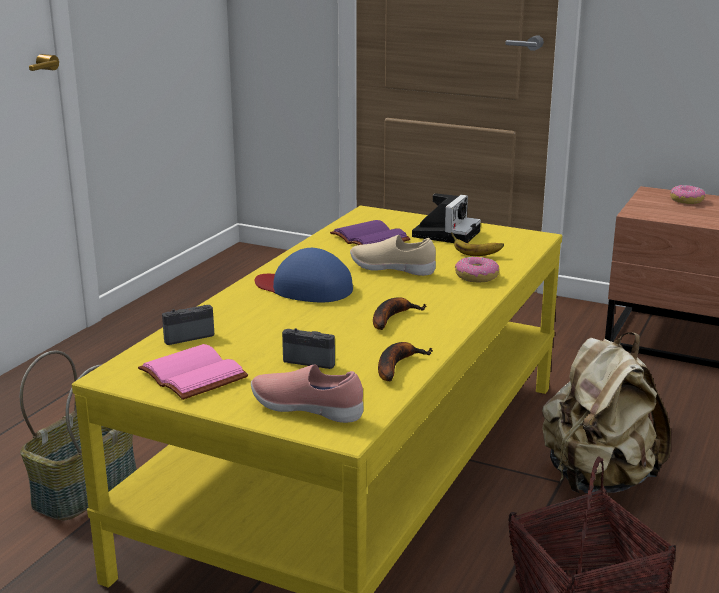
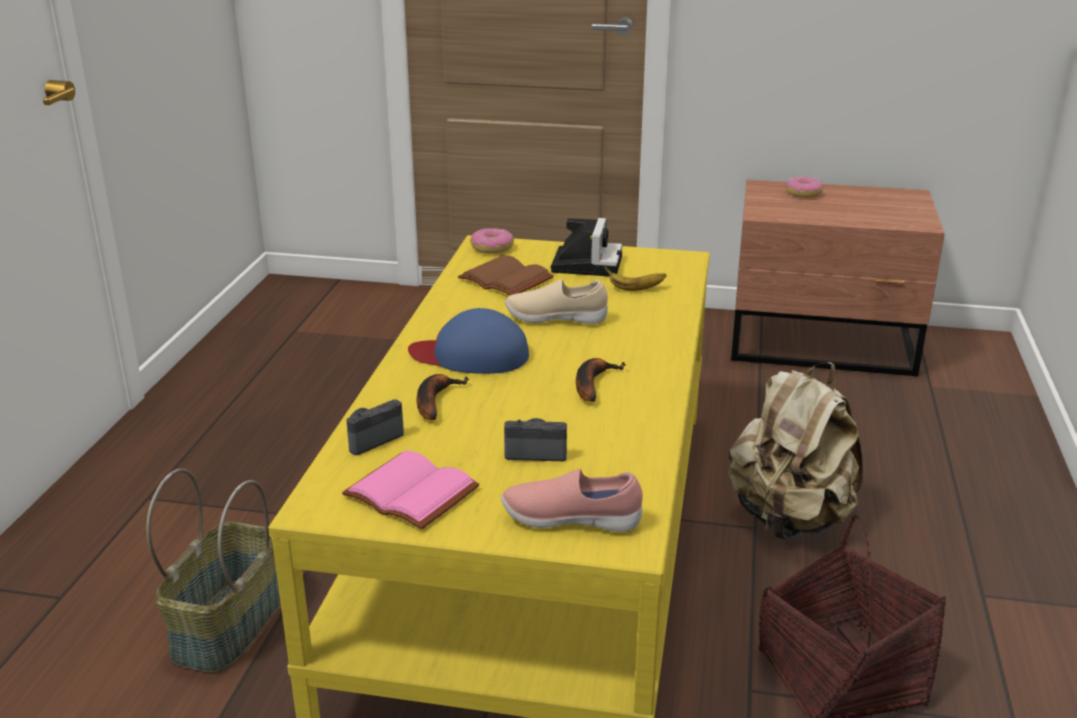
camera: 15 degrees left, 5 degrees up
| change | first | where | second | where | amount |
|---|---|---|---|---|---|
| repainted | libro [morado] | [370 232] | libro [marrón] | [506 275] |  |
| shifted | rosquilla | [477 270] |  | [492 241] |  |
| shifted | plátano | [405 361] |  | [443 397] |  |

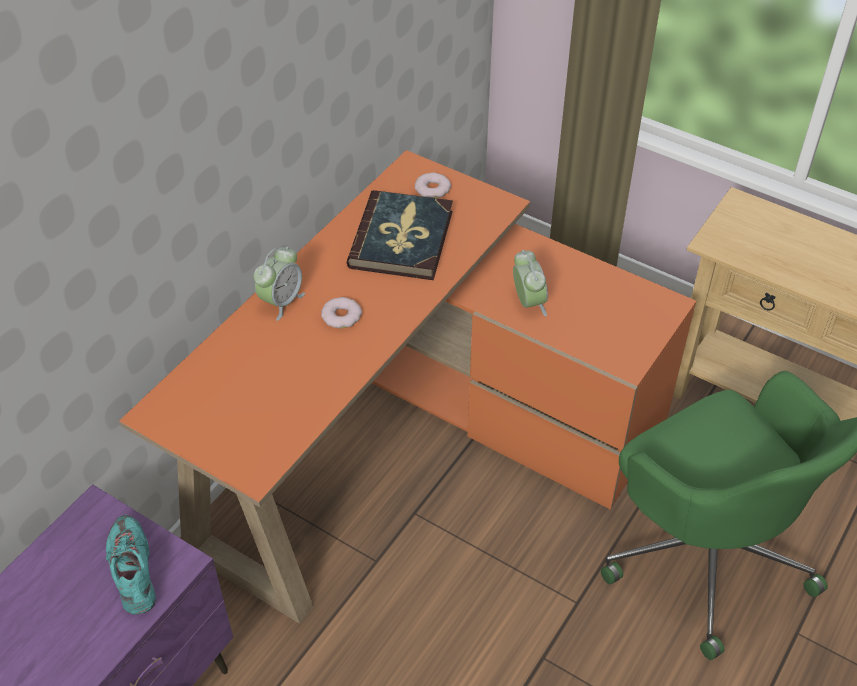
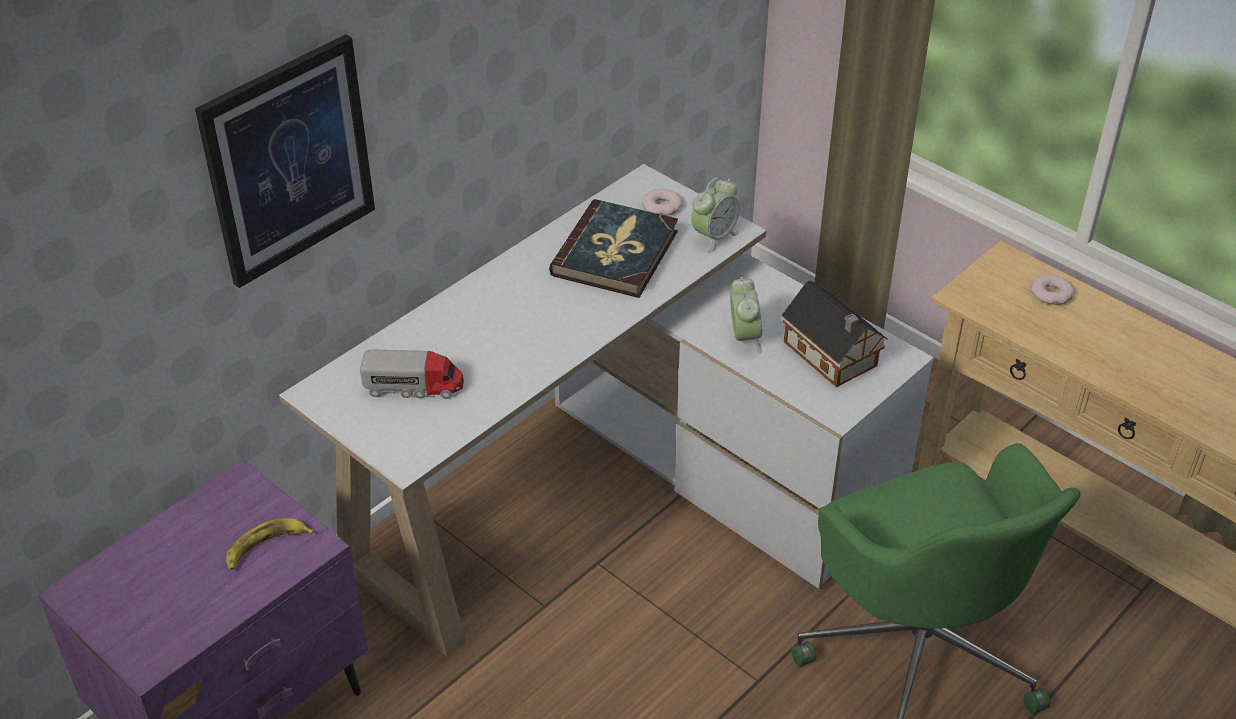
camera: 10 degrees right, 5 degrees down
| change | first | where | second | where | amount |
|---|---|---|---|---|---|
| repainted | escritorio [naranja] | [407 387] | escritorio [blanco] | [606 410] |  |
| shifted | despertador | [279 283] |  | [715 215] |  |
| shifted | rosquilla | [341 312] |  | [1053 289] |  |
| swapped | zapato [turquesa] | [131 564] | plátano | [270 544] |  |
| new |  |  | cuadro | [285 161] |  |
| new |  |  | casita | [835 333] |  |
| new |  |  | camión de juguete | [412 374] |  |

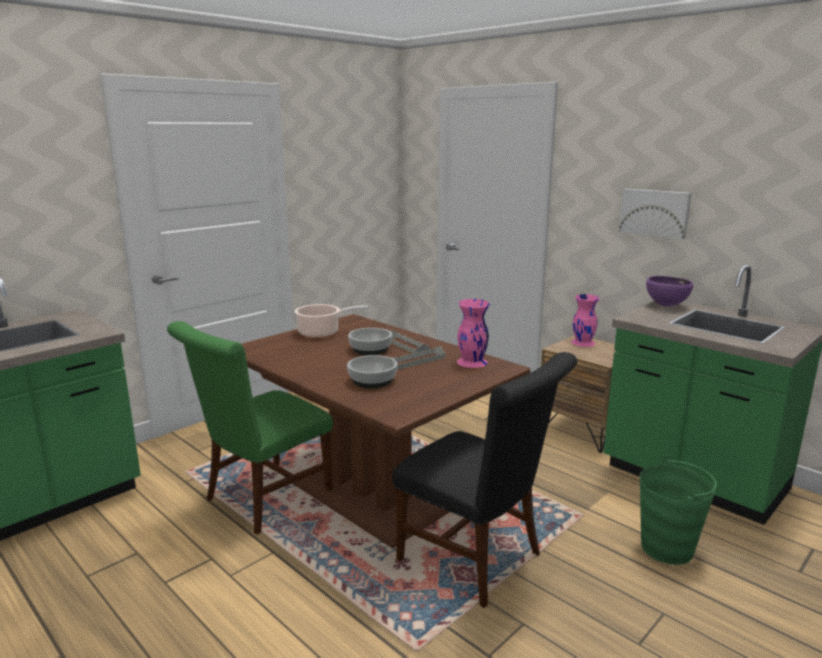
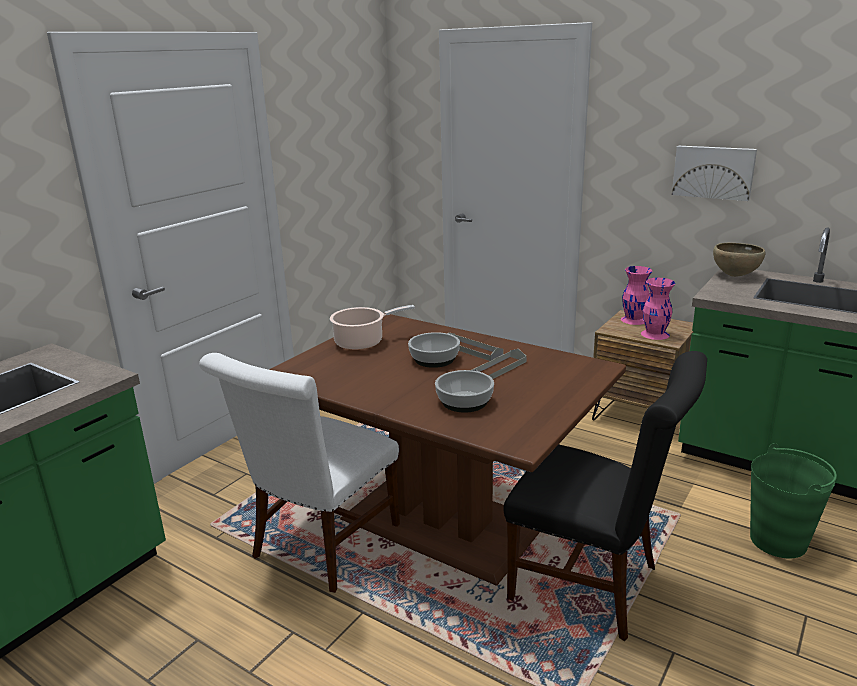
camera: 10 degrees left, 5 degrees up
| change | first | where | second | where | amount |
|---|---|---|---|---|---|
| repainted | cuenco [morado] | [669 291] | cuenco [marrón] | [739 260] |  |
| shifted | florero [rosa] | [473 333] |  | [658 309] |  |
| repainted | silla [verde] | [250 428] | silla [blanco] | [299 473] |  |

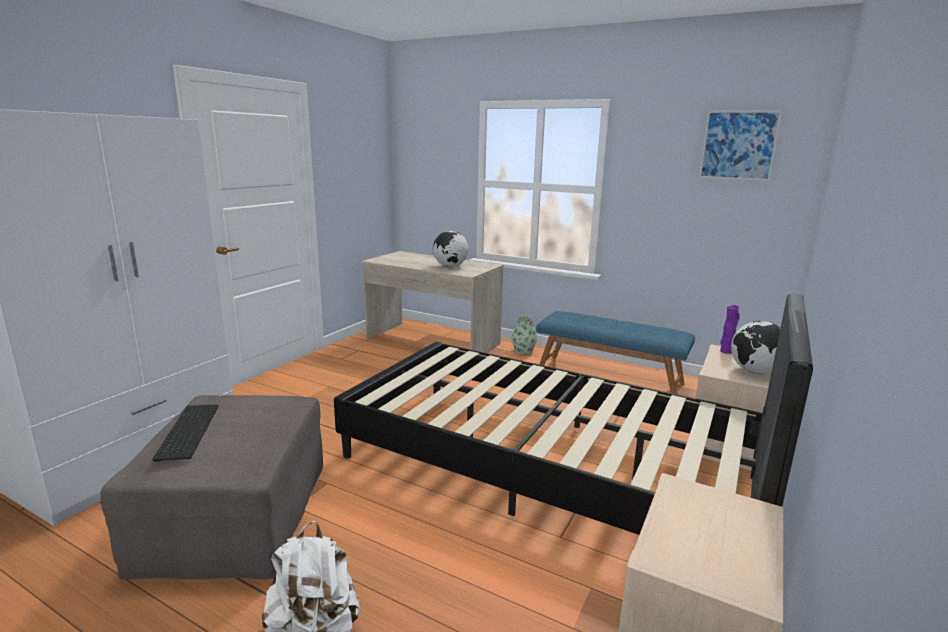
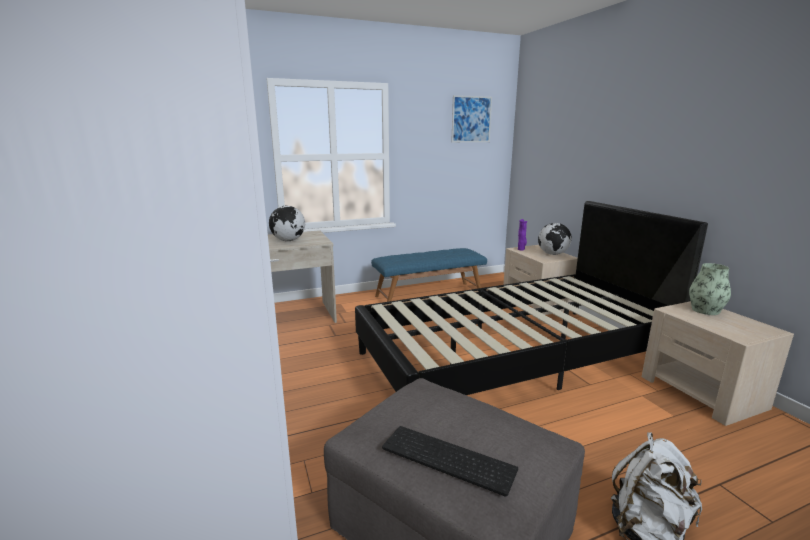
camera: 50 degrees left, 0 degrees up
| change | first | where | second | where | amount |
|---|---|---|---|---|---|
| shifted | florero | [524 335] |  | [710 289] |  |

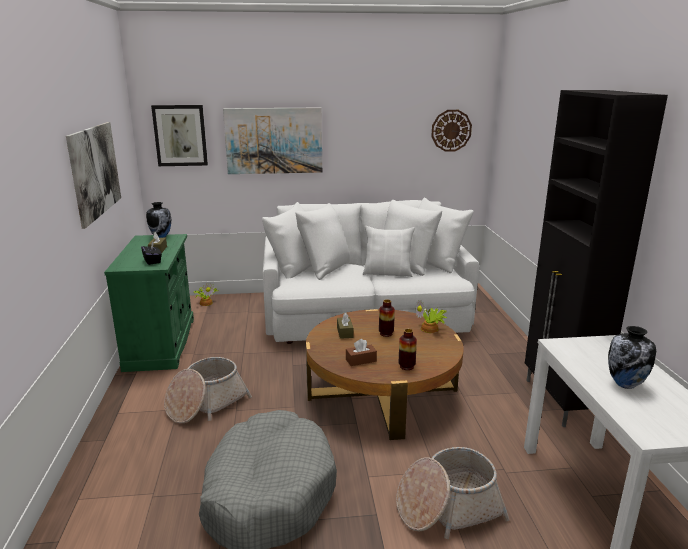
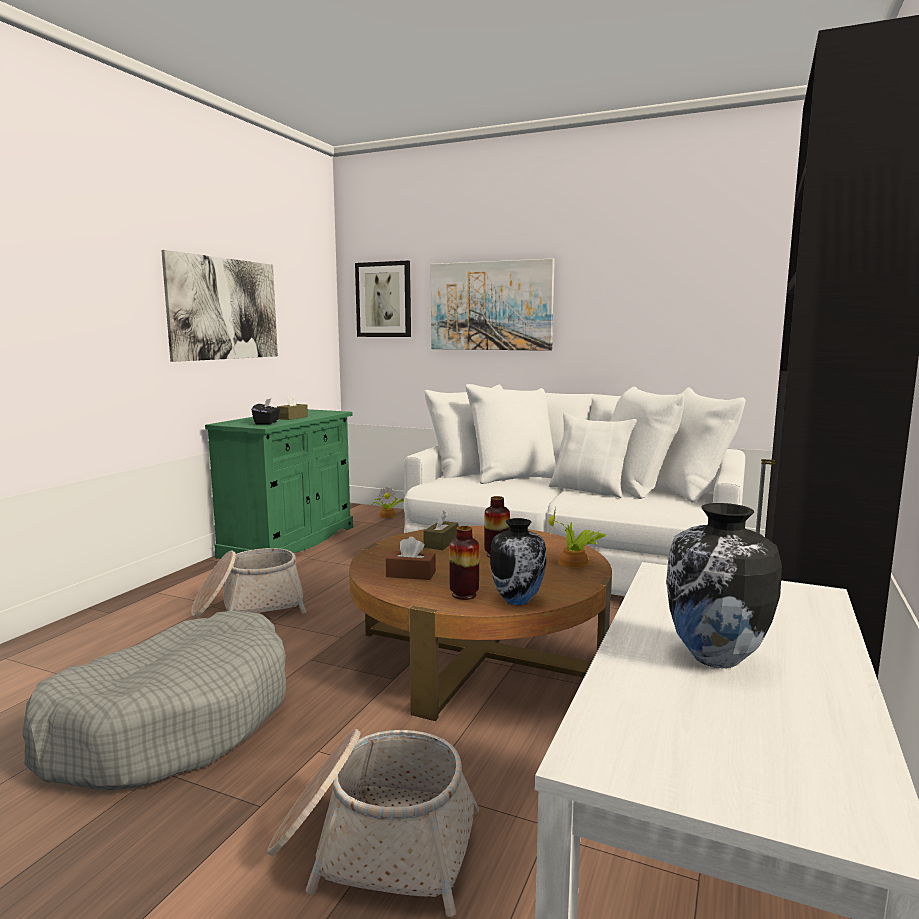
camera: 30 degrees right, 10 degrees down
| change | first | where | second | where | amount |
|---|---|---|---|---|---|
| gone | reloj de pared | [451 131] |  |  |  |
| shifted | florero | [158 220] |  | [518 561] |  |

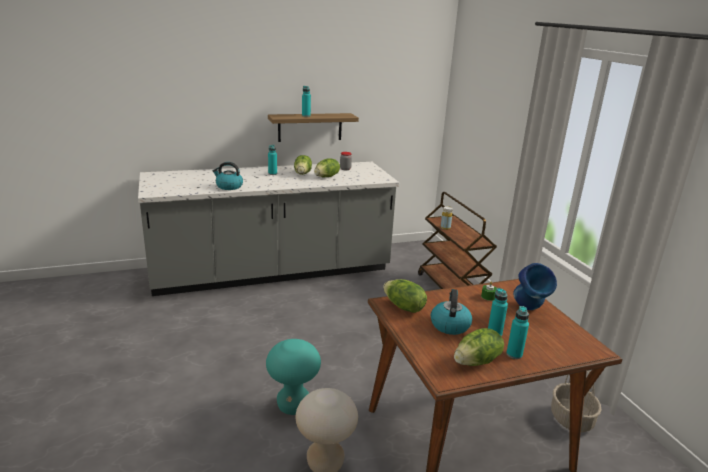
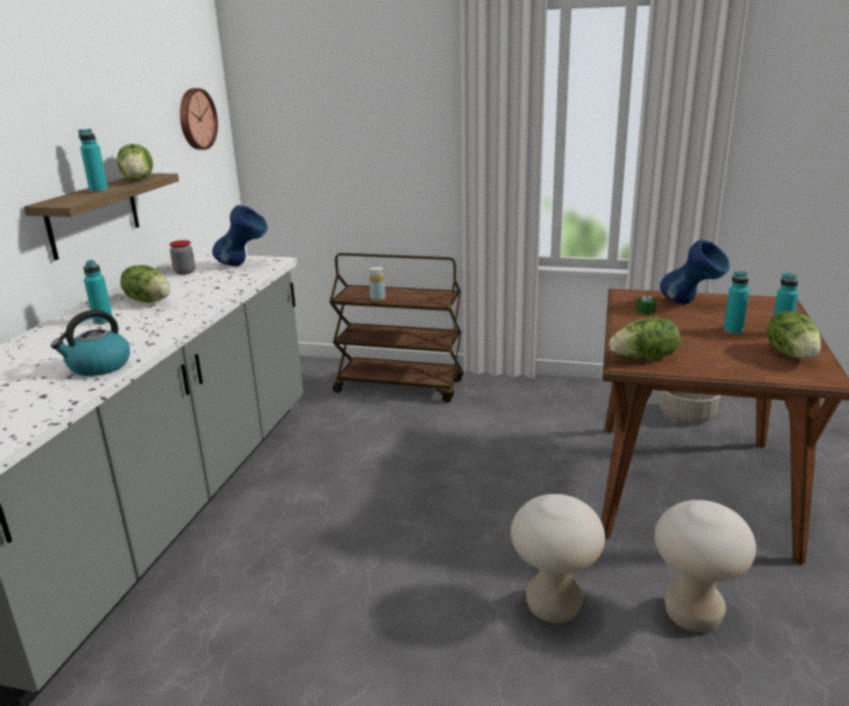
camera: 55 degrees left, 0 degrees up
| change | first | where | second | where | amount |
|---|---|---|---|---|---|
| shifted | lechuga | [327 167] |  | [135 162] |  |
| gone | hervidor | [451 312] |  |  |  |
| repainted | taburete [turquesa] | [293 377] | taburete [beis] | [558 558] |  |
| new |  |  | reloj de pared | [199 119] |  |
| new |  |  | florero [azul] | [240 235] |  |

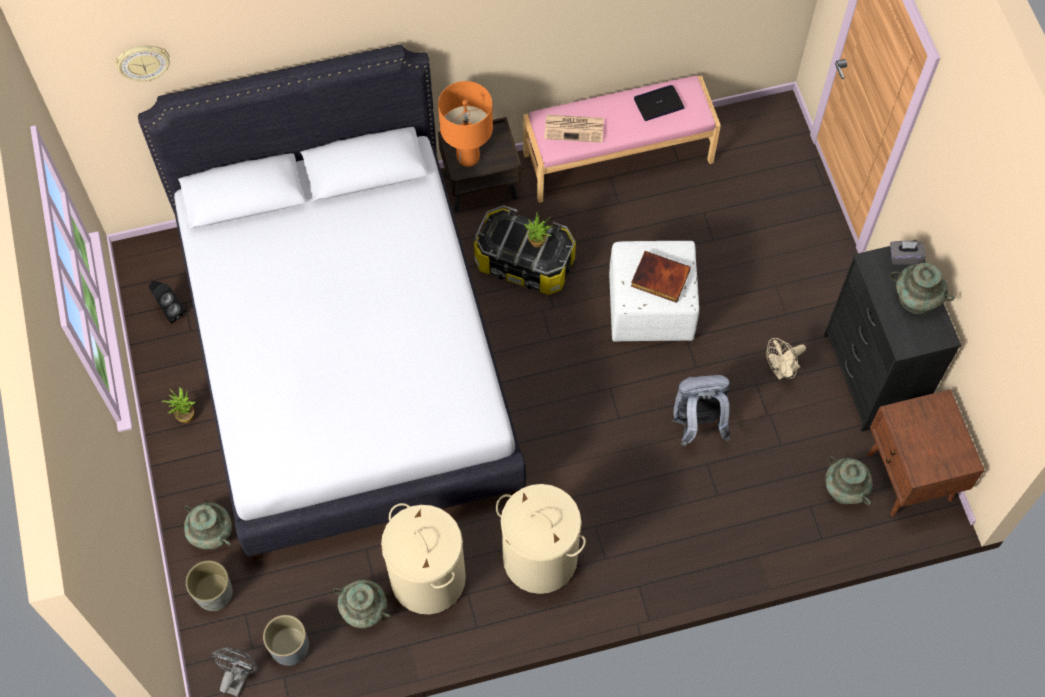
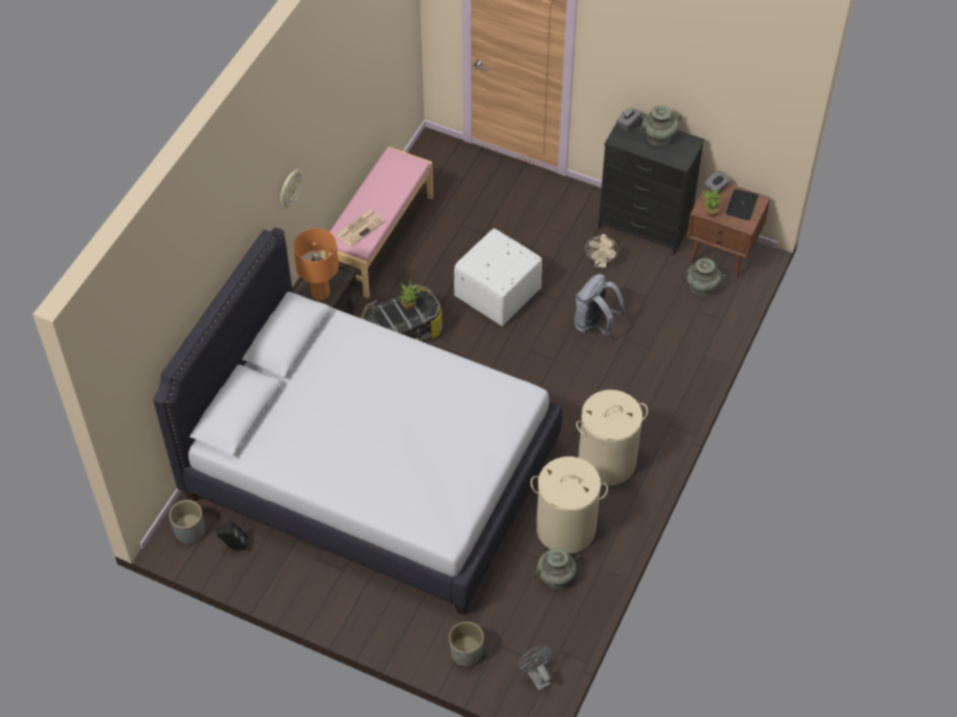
camera: 50 degrees left, 10 degrees down
| change | first | where | second | where | amount |
|---|---|---|---|---|---|
| shifted | reloj de pared | [142 64] |  | [291 188] |  |
| shifted | portátil | [659 103] |  | [742 204] |  |
| gone | libro | [661 277] |  |  |  |
| shifted | planta en maceta | [178 405] |  | [711 202] |  |
| gone | florero [turquesa] | [208 525] |  |  |  |
| shifted | maceta [gris] | [286 640] |  | [187 522] |  |
| new |  |  | caja de pañuelos [gris] | [717 181] |  |

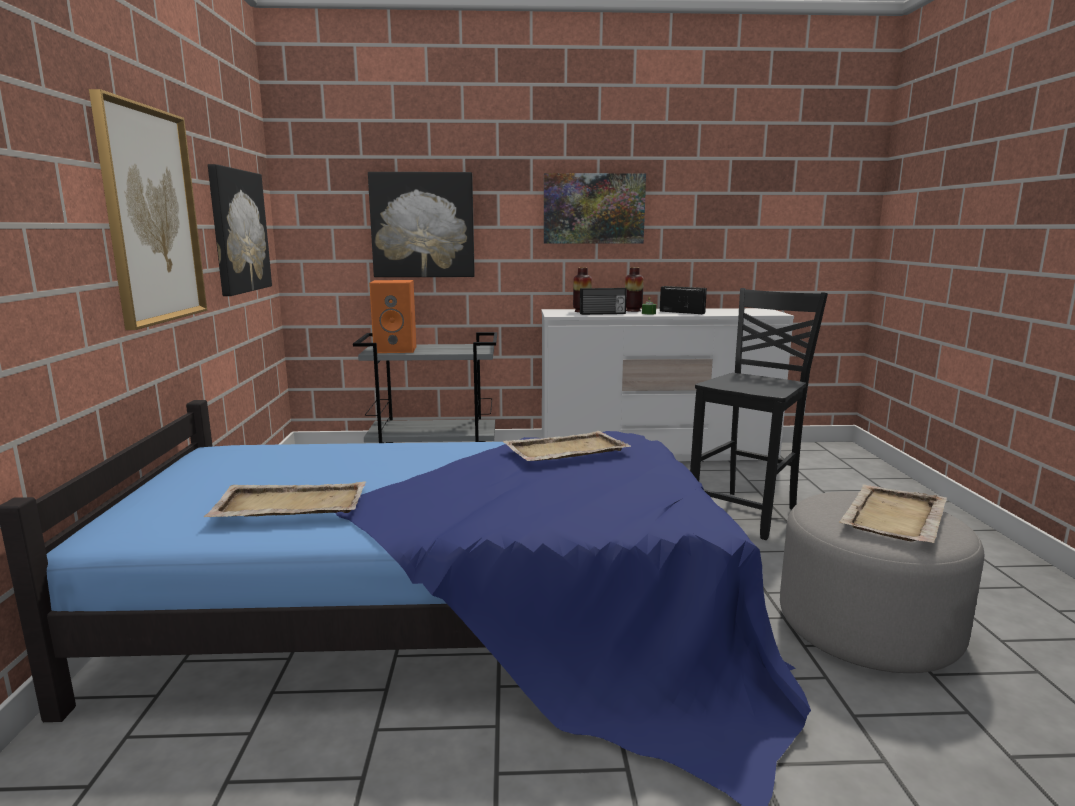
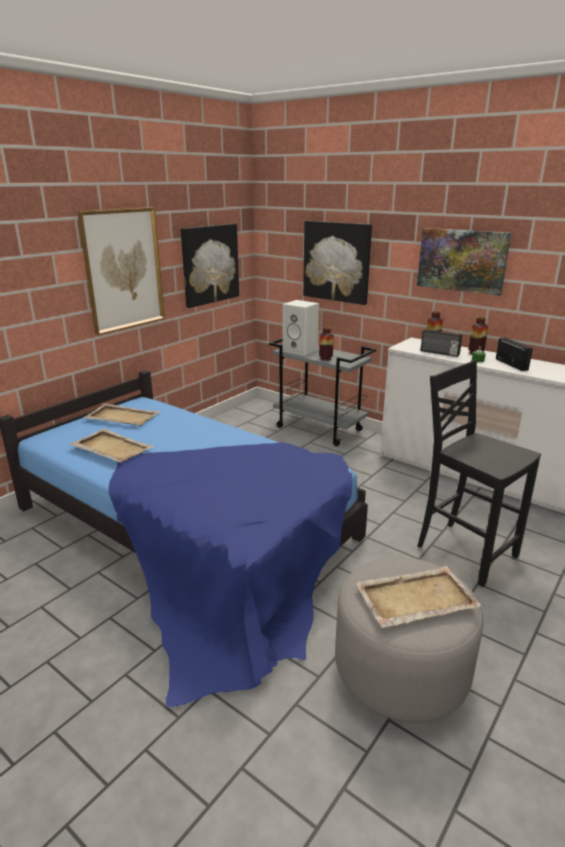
camera: 40 degrees right, 10 degrees up
| change | first | where | second | where | amount |
|---|---|---|---|---|---|
| repainted | altavoz [naranja] | [392 316] | altavoz [blanco] | [301 328] |  |
| rotated | silla [negro] | [759 414] |  | [479 473] | 120 degrees counterclockwise |
| shifted | bandeja [beis] | [566 446] |  | [121 415] |  |
| new |  |  | florero | [326 344] |  |

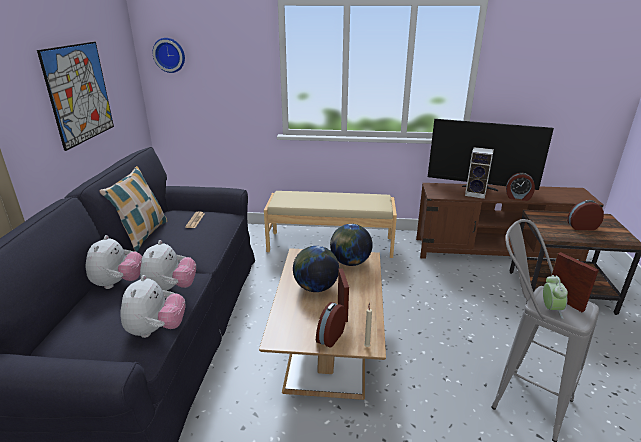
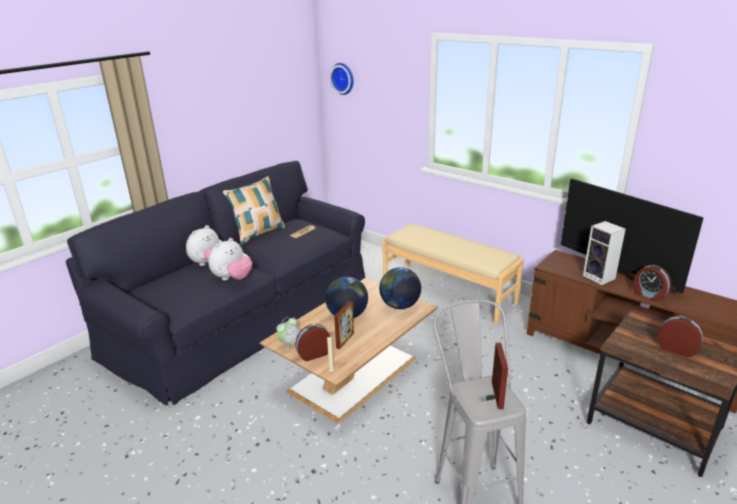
camera: 35 degrees right, 0 degrees up
| change | first | where | second | where | amount |
|---|---|---|---|---|---|
| gone | cuadro | [75 96] |  |  |  |
| gone | peluche | [152 306] |  |  |  |
| shifted | despertador | [555 297] |  | [288 334] |  |

